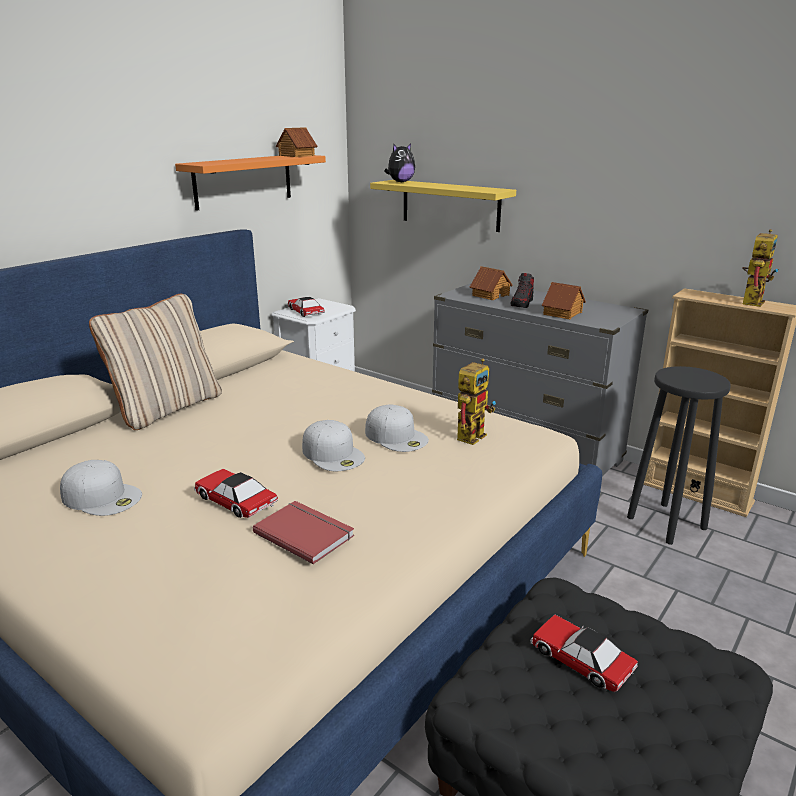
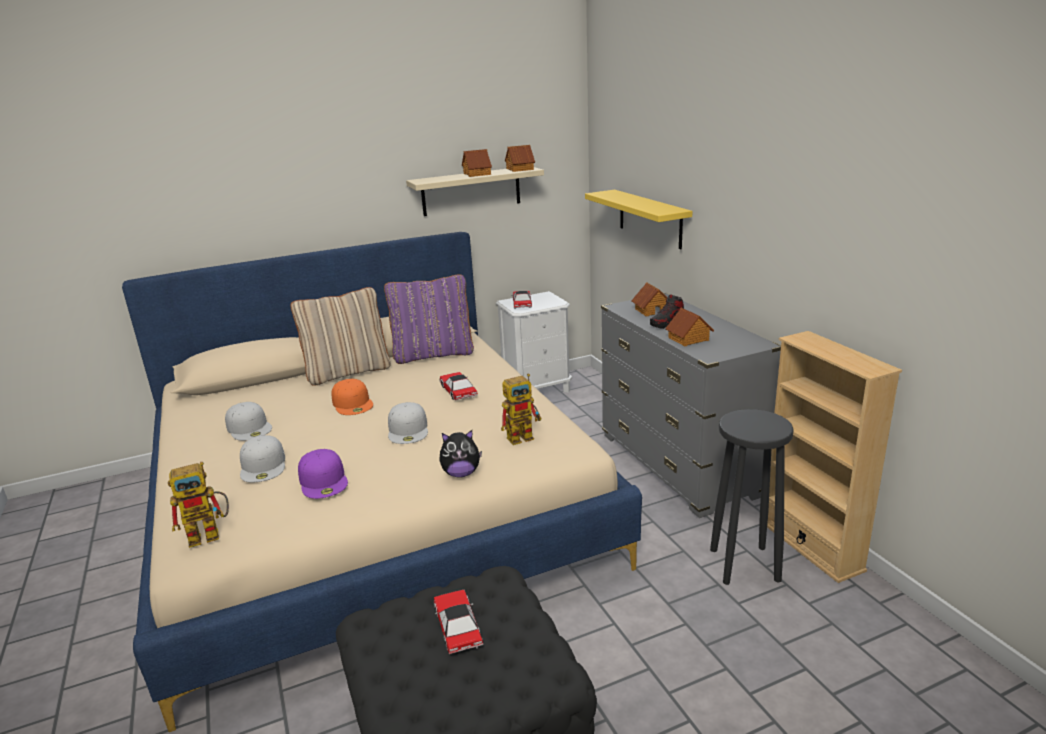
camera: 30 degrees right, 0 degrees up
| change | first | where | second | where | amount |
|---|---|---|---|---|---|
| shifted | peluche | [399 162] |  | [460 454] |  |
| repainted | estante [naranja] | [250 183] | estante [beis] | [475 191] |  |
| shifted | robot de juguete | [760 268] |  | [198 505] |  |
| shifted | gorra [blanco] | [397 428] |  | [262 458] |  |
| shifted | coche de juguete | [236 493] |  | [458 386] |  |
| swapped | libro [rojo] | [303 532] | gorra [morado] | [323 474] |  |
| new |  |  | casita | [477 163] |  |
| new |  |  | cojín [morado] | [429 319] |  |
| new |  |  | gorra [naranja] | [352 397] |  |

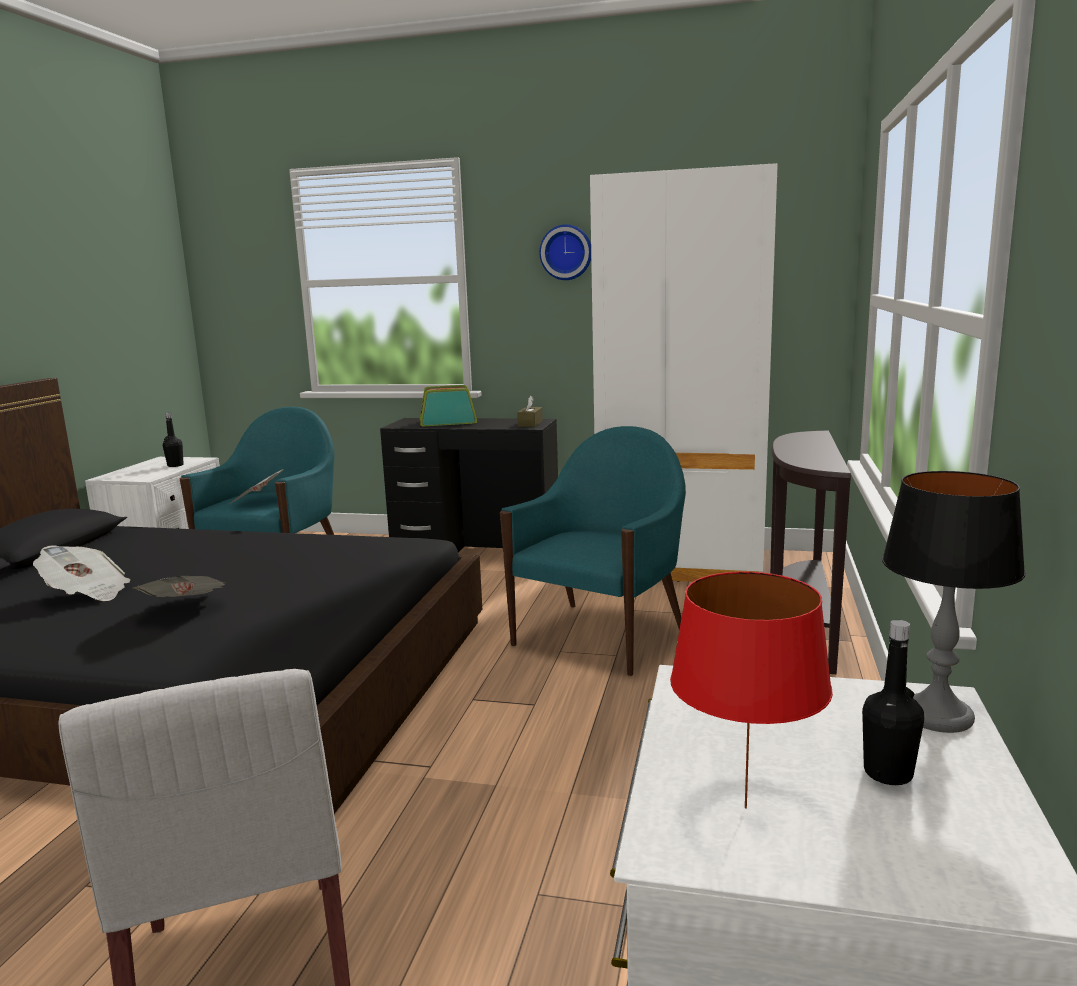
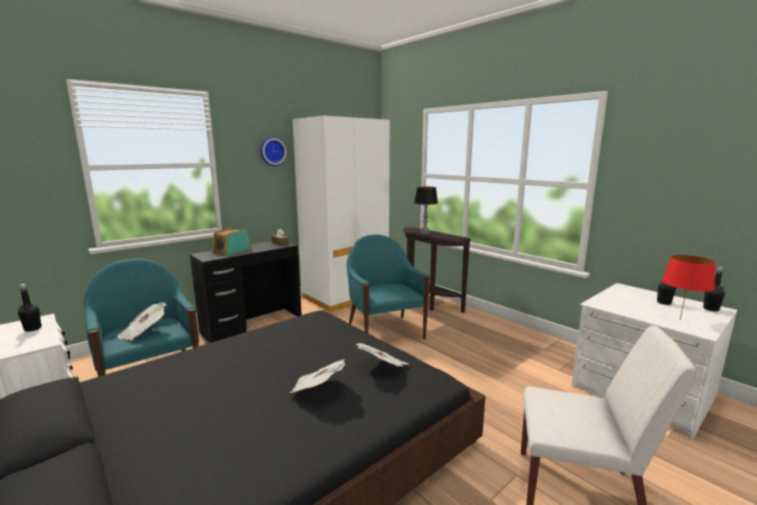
camera: 55 degrees left, 0 degrees up
| change | first | where | second | where | amount |
|---|---|---|---|---|---|
| shifted | lámpara de mesa | [953 602] |  | [426 210] |  |
| shifted | periódico | [81 573] |  | [382 355] |  |
| new |  |  | botella [negro] | [714 289] |  |

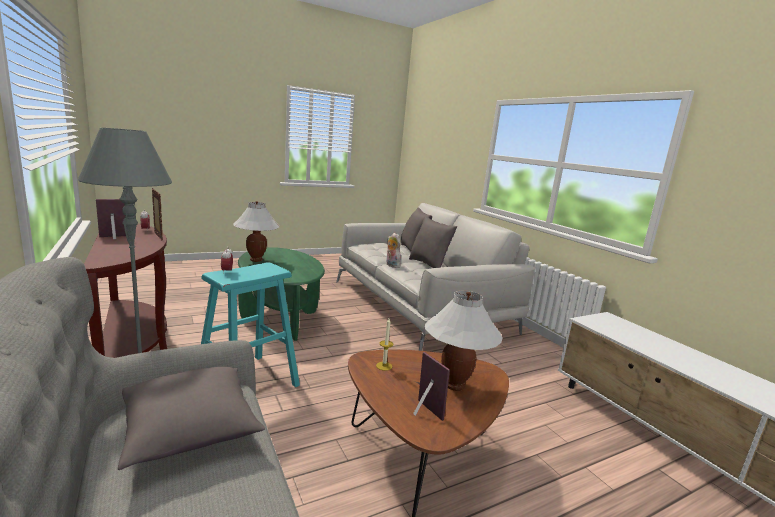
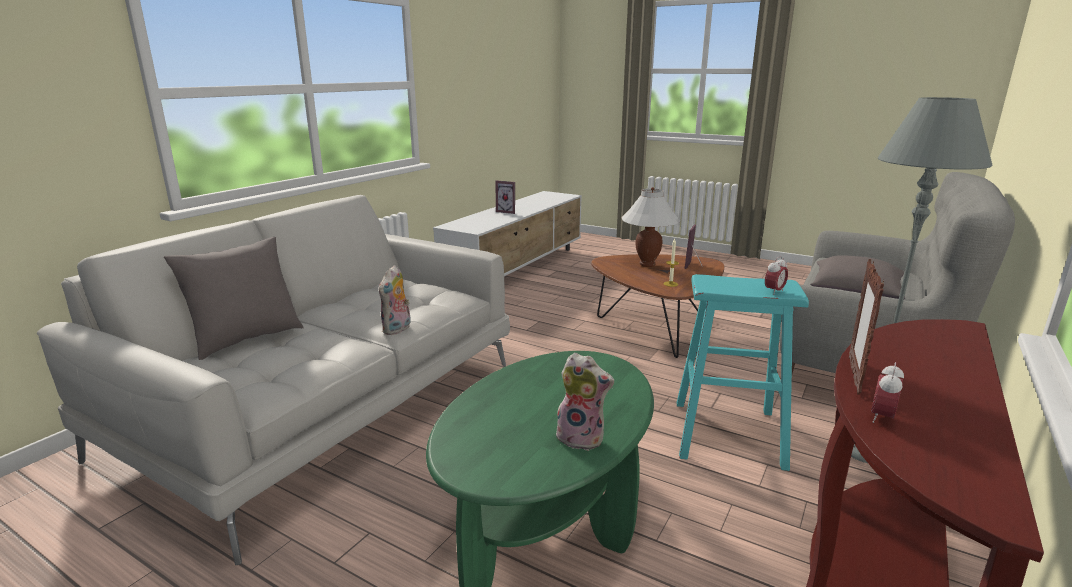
camera: 120 degrees left, 5 degrees up
| change | first | where | second | where | amount |
|---|---|---|---|---|---|
| shifted | portarretratos | [111 219] |  | [505 197] |  |
| swapped | lámpara de mesa [blanco] | [256 231] | peluche | [585 402] |  |
| gone | cojín [gris] | [433 242] |  |  |  |

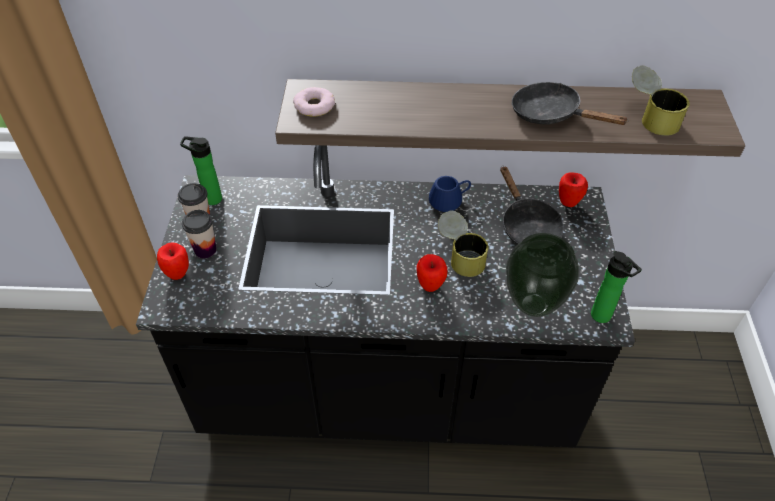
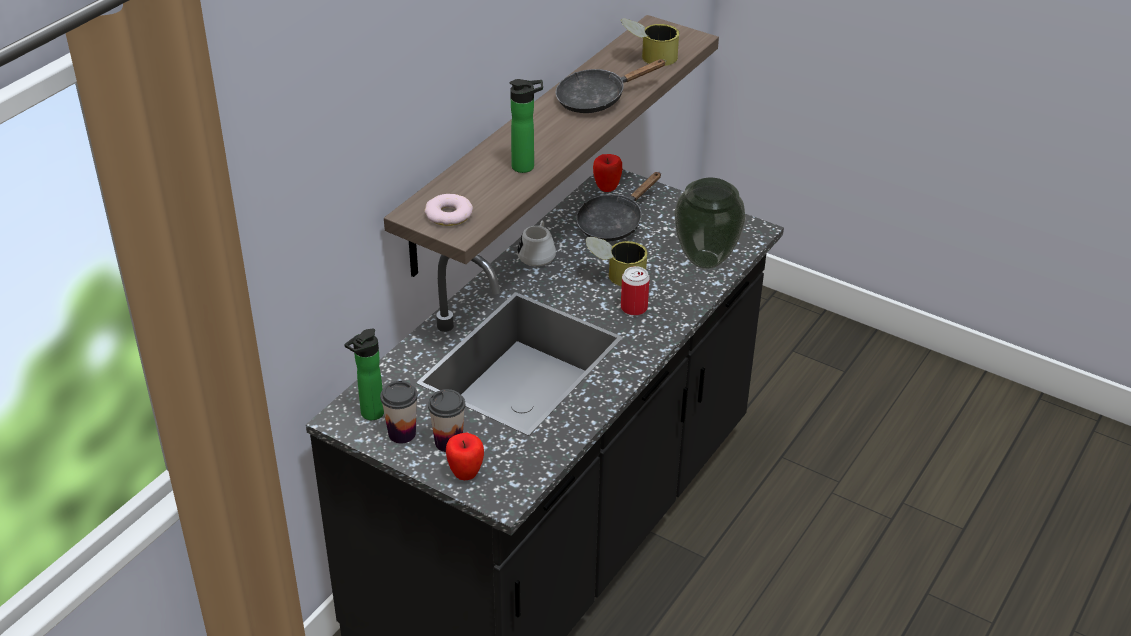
camera: 60 degrees left, 10 degrees down
| change | first | where | second | where | amount |
|---|---|---|---|---|---|
| rotated | sartén [negro] | [532 205] |  | [618 207] | 120 degrees clockwise |
| repainted | taza grande [azul] | [450 194] | taza grande [blanco] | [536 243] |  |
| shifted | botella | [616 287] |  | [526 126] |  |
| swapped | manzana | [432 273] | lata | [635 291] |  |

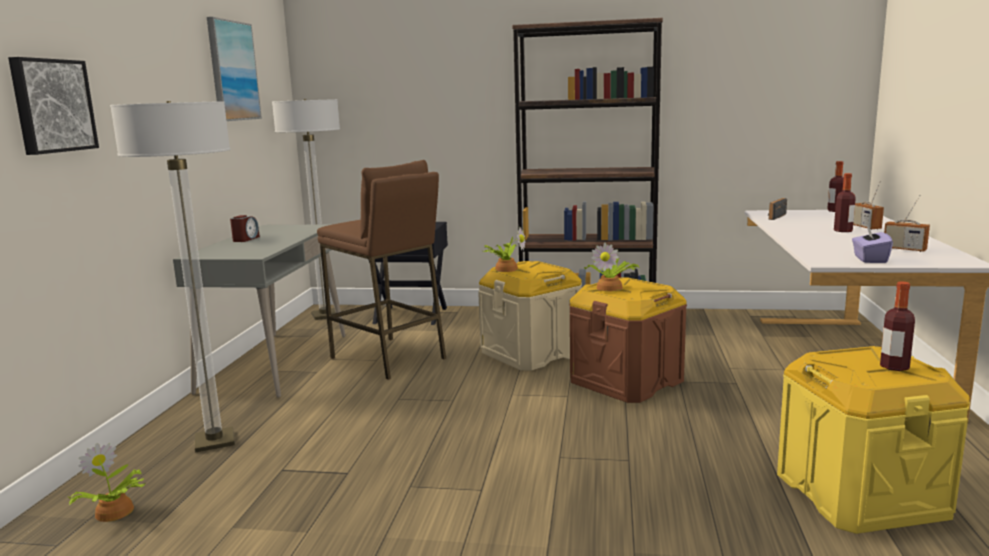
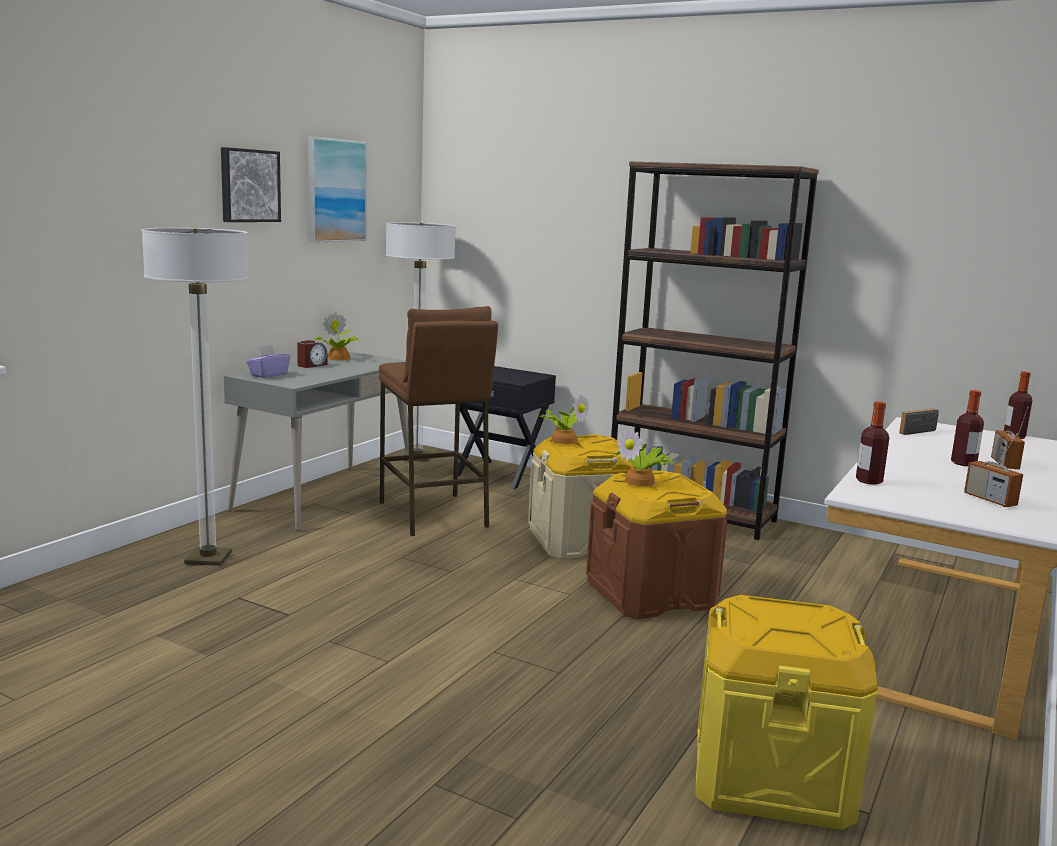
camera: 20 degrees right, 0 degrees up
| change | first | where | second | where | amount |
|---|---|---|---|---|---|
| shifted | cuadro | [53 106] |  | [251 184] |  |
| shifted | caja de pañuelos [morado] | [872 243] |  | [268 361] |  |
| shifted | botella | [897 326] |  | [872 443] |  |
| shifted | planta en maceta | [106 482] |  | [336 336] |  |

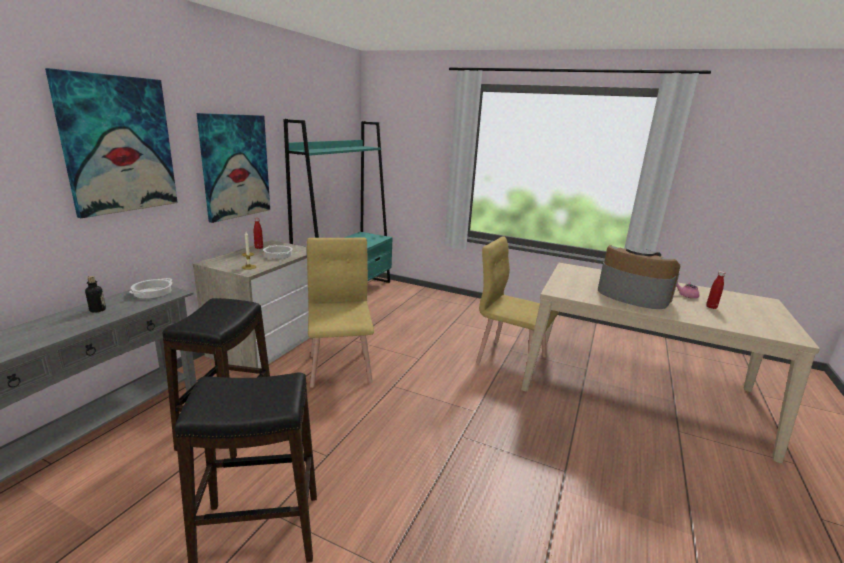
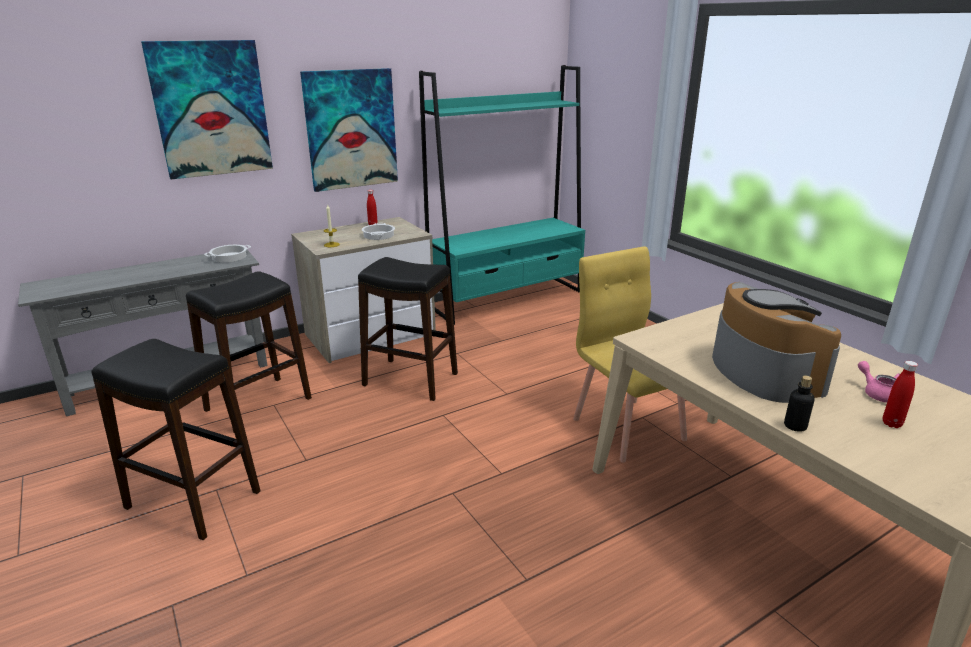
camera: 35 degrees right, 5 degrees up
| change | first | where | second | where | amount |
|---|---|---|---|---|---|
| swapped | silla [amarillo] | [340 313] | taburete [negro] | [408 329] |  |
| shifted | botella | [95 294] |  | [799 403] |  |

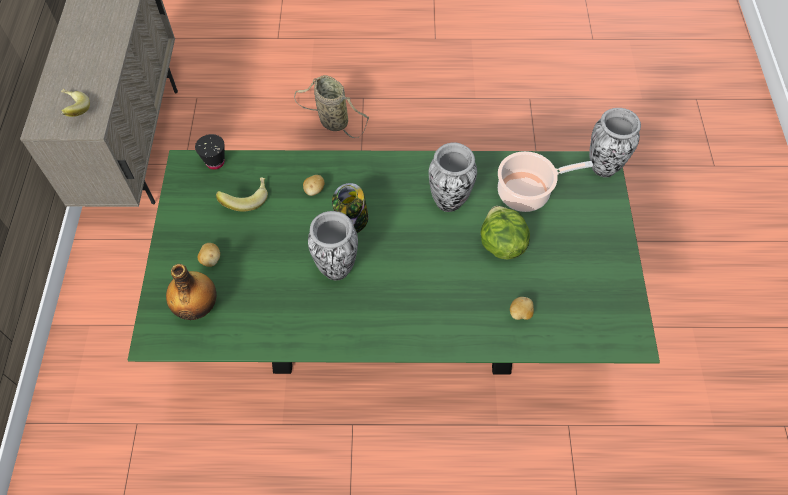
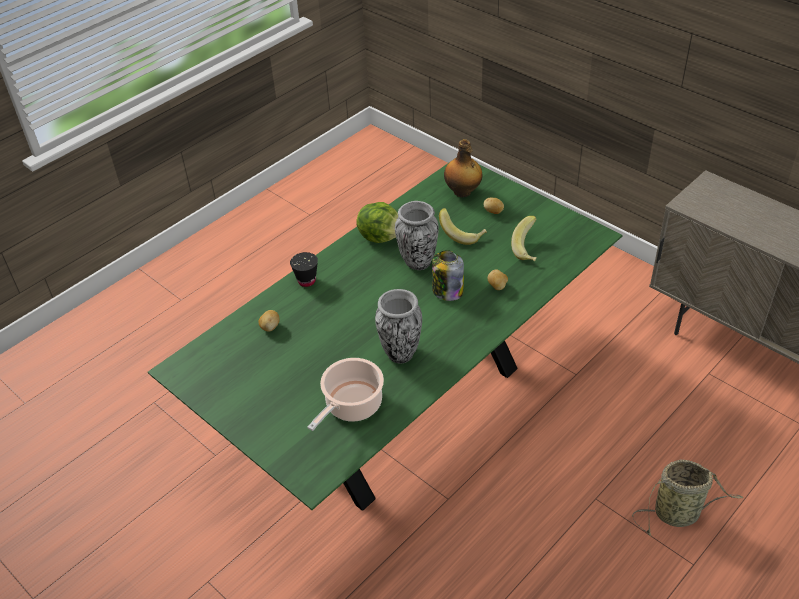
camera: 135 degrees right, 15 degrees down
| change | first | where | second | where | amount |
|---|---|---|---|---|---|
| shifted | plátano | [75 103] |  | [463 226] |  |
| gone | florero | [615 142] |  |  |  |
| shifted | taza [negro] | [209 152] |  | [304 269] |  |
| shifted | lechuga | [505 232] |  | [377 222] |  |

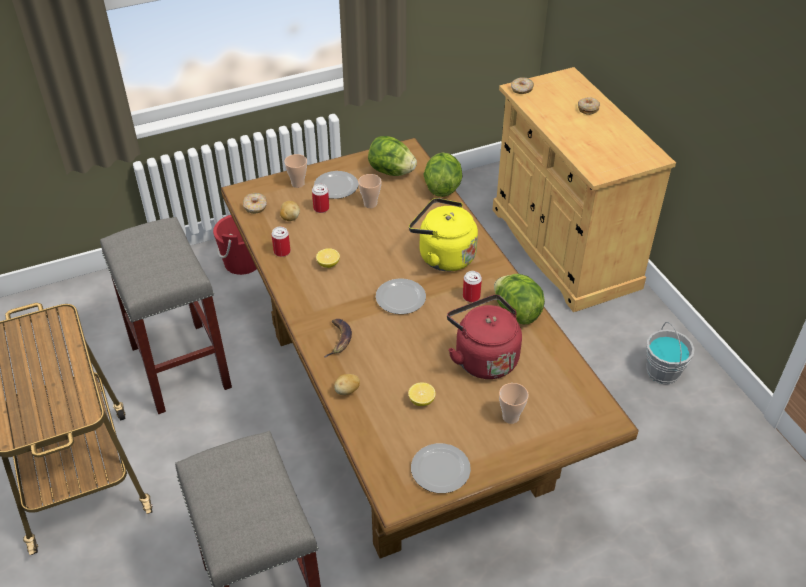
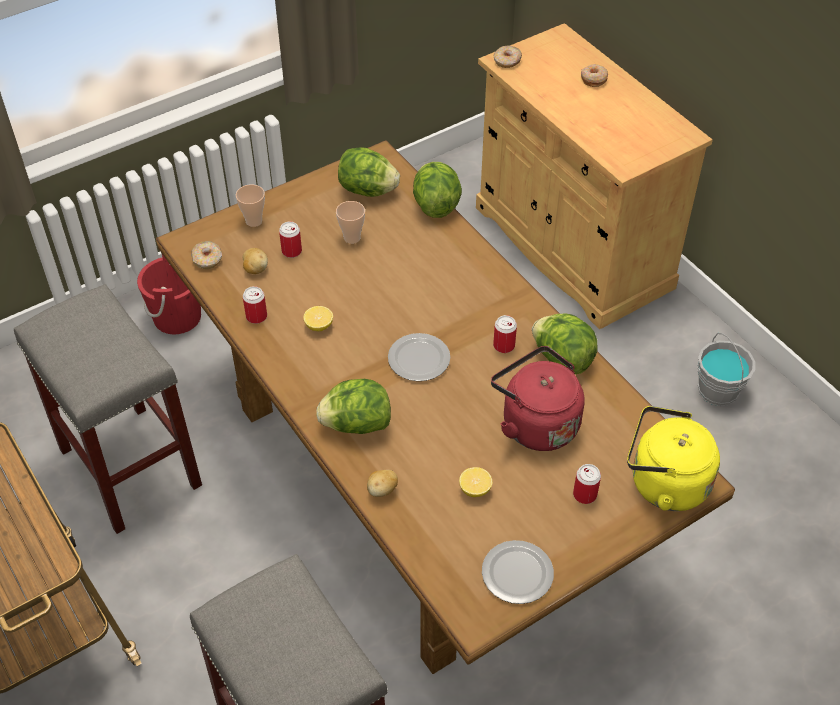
camera: 10 degrees left, 5 degrees up
| change | first | where | second | where | amount |
|---|---|---|---|---|---|
| gone | plato | [336 185] |  |  |  |
| shifted | hervidor [amarillo] | [443 234] |  | [673 458] |  |
| swapped | plátano | [338 338] | lechuga | [353 406] |  |
| swapped | taza | [514 403] | lata | [587 484] |  |

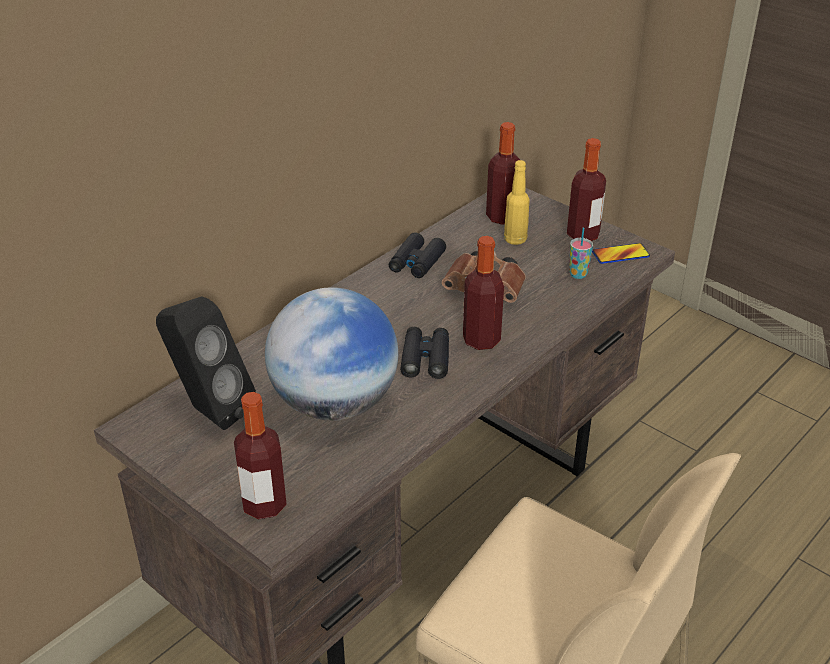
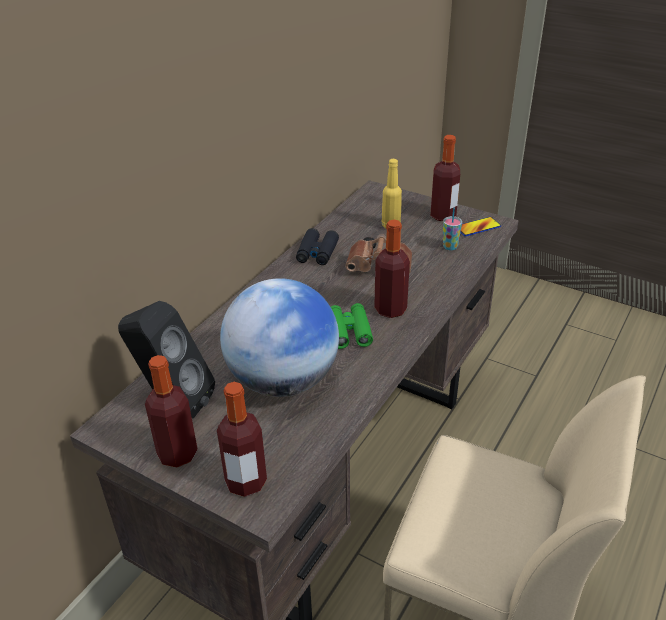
camera: 10 degrees left, 0 degrees up
| change | first | where | second | where | amount |
|---|---|---|---|---|---|
| shifted | botella | [503 173] |  | [171 411] |  |
| repainted | prismáticos [negro] | [424 353] | prismáticos [verde] | [352 326] |  |

